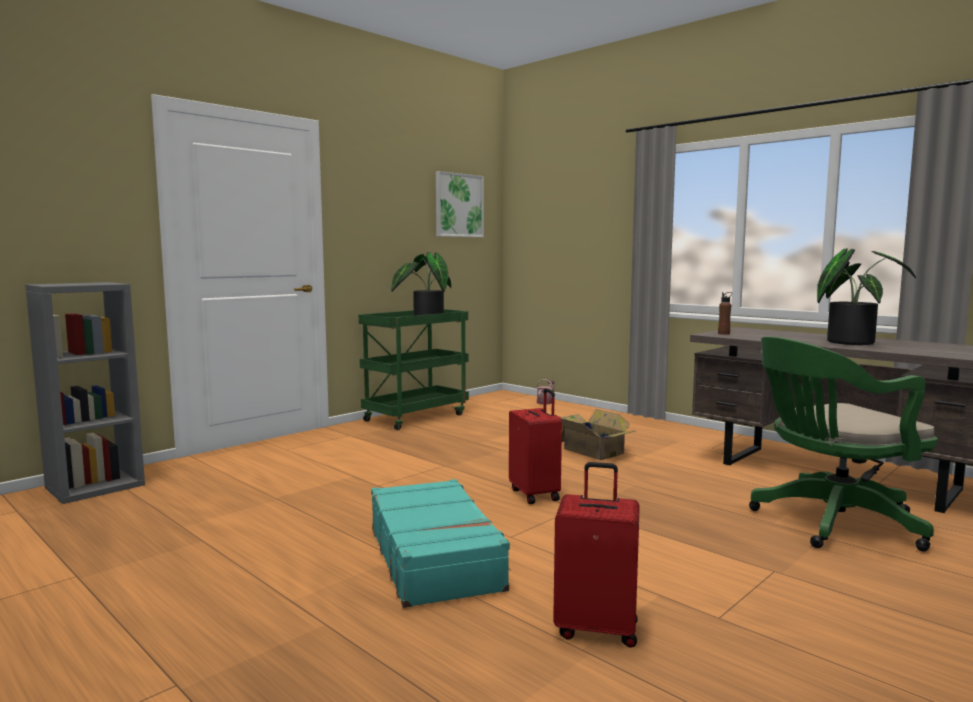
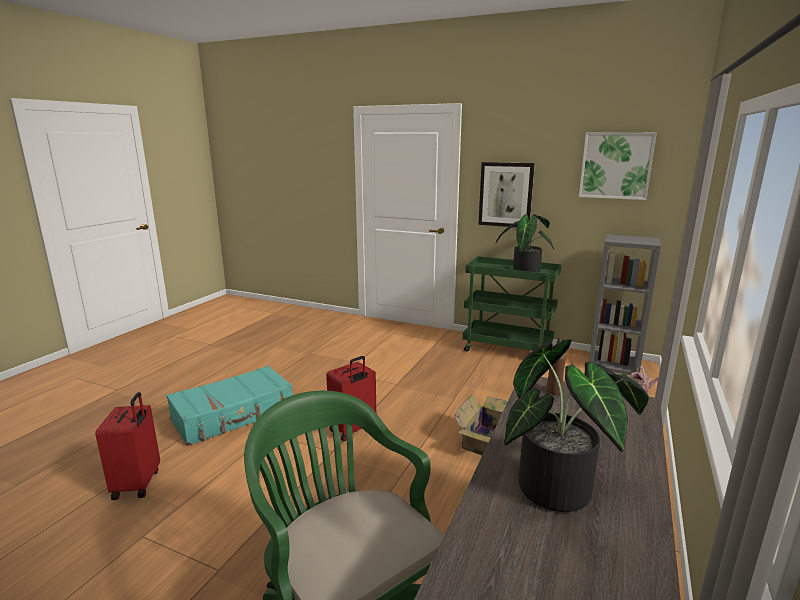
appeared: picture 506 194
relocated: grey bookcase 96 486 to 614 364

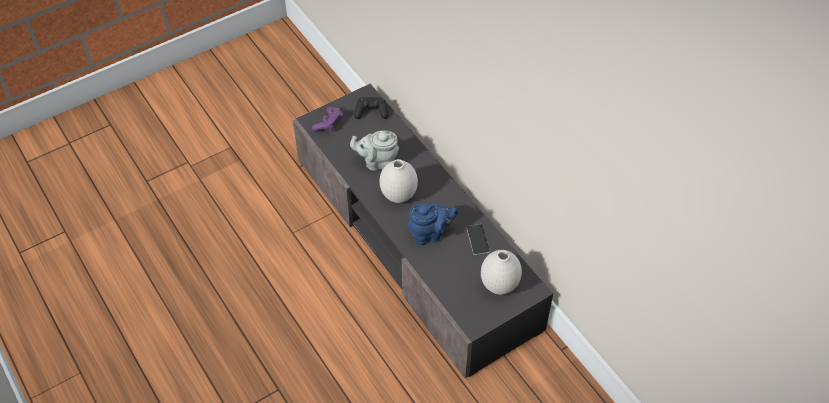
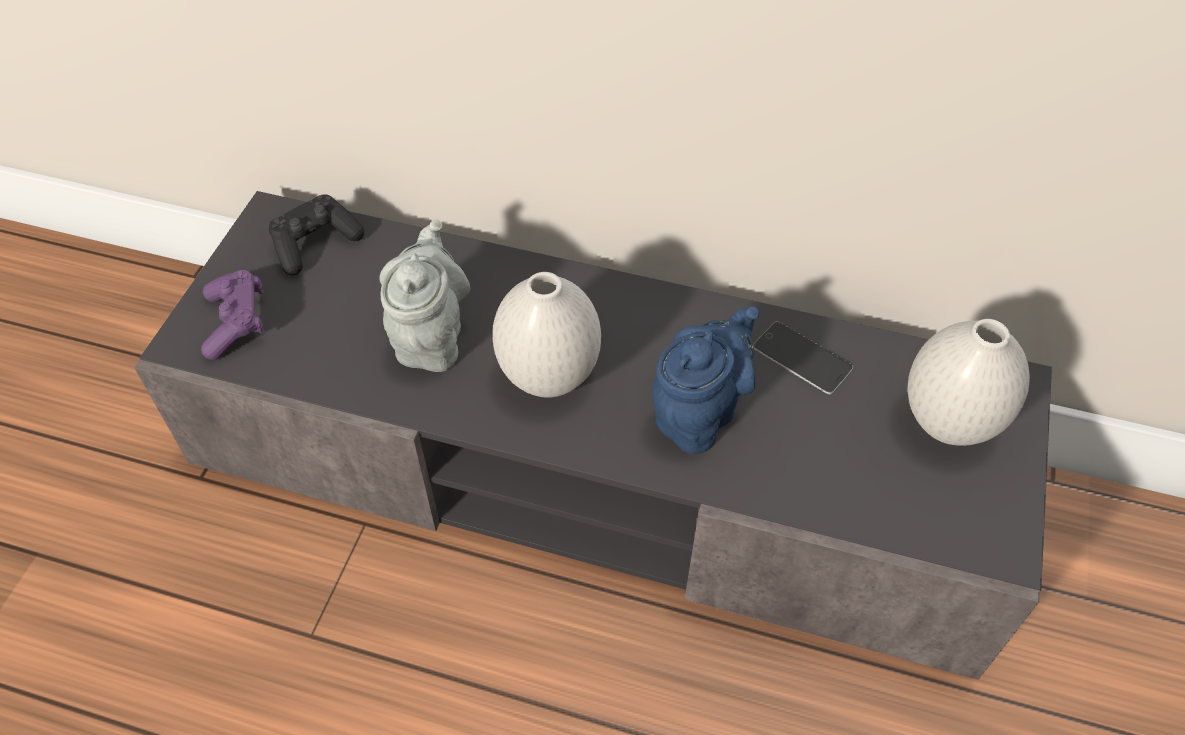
spun: grey teapot 377 162 = 431 336 135 degrees clockwise

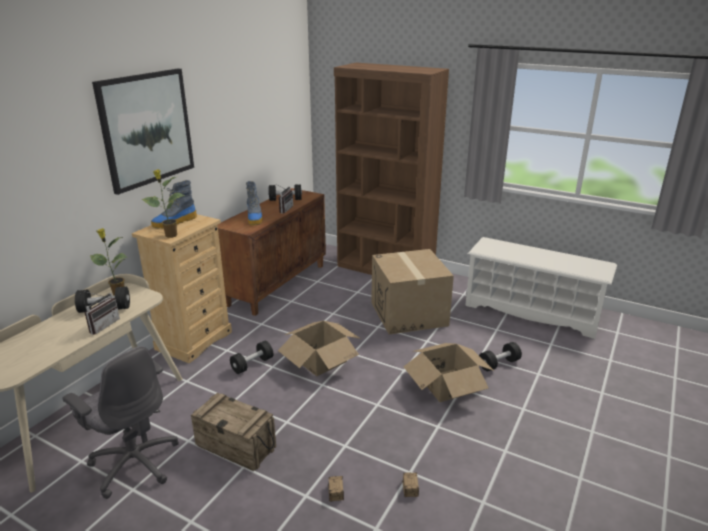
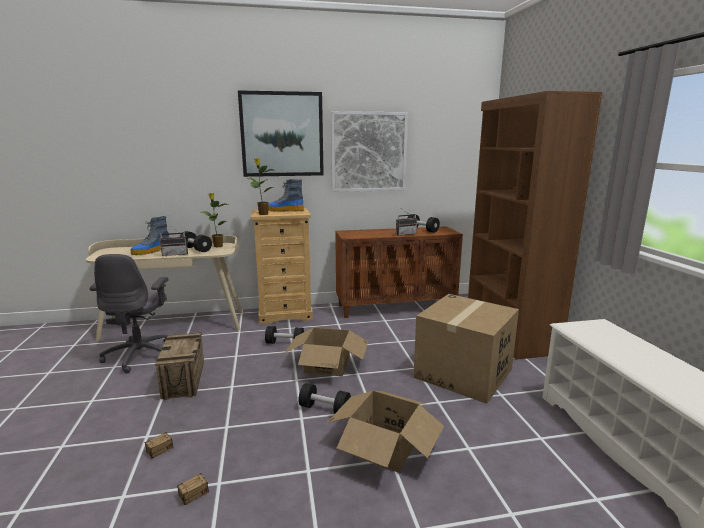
appeared: picture 368 152
relocated: boot 254 218 to 152 251; black dumbbell 499 364 to 325 409

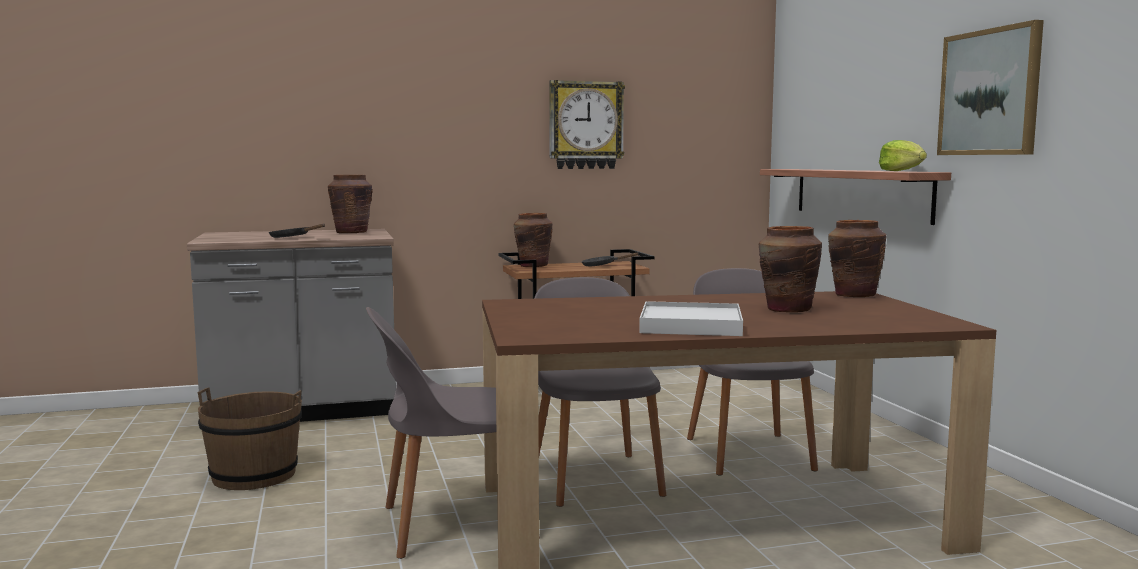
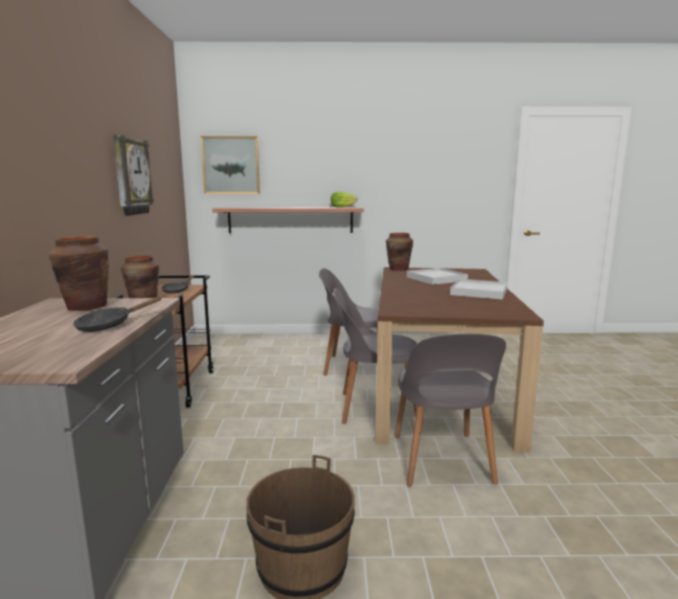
relocated: picture 990 92 to 231 165
exchanged: brown vase 788 309 to white tray 436 279

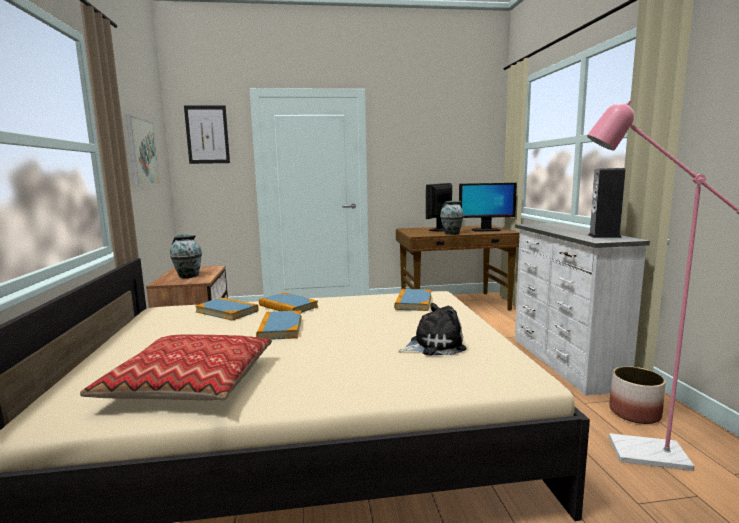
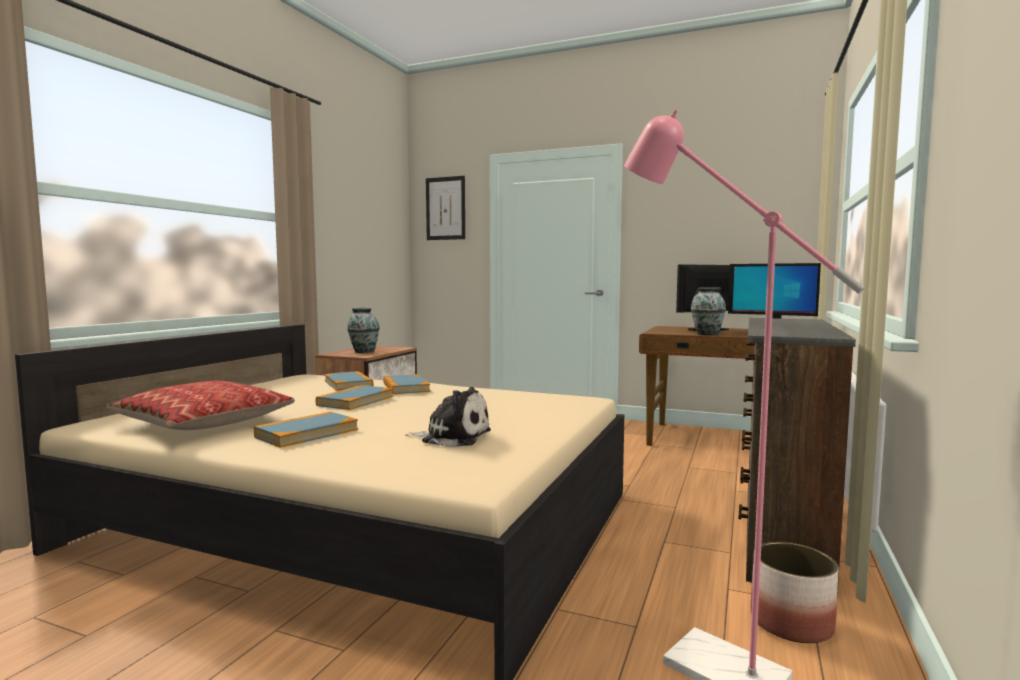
missing: picture 142 152; speaker 604 236
relocated: book 413 302 to 307 433
colour: white dresser 563 362 to brown dresser 780 537

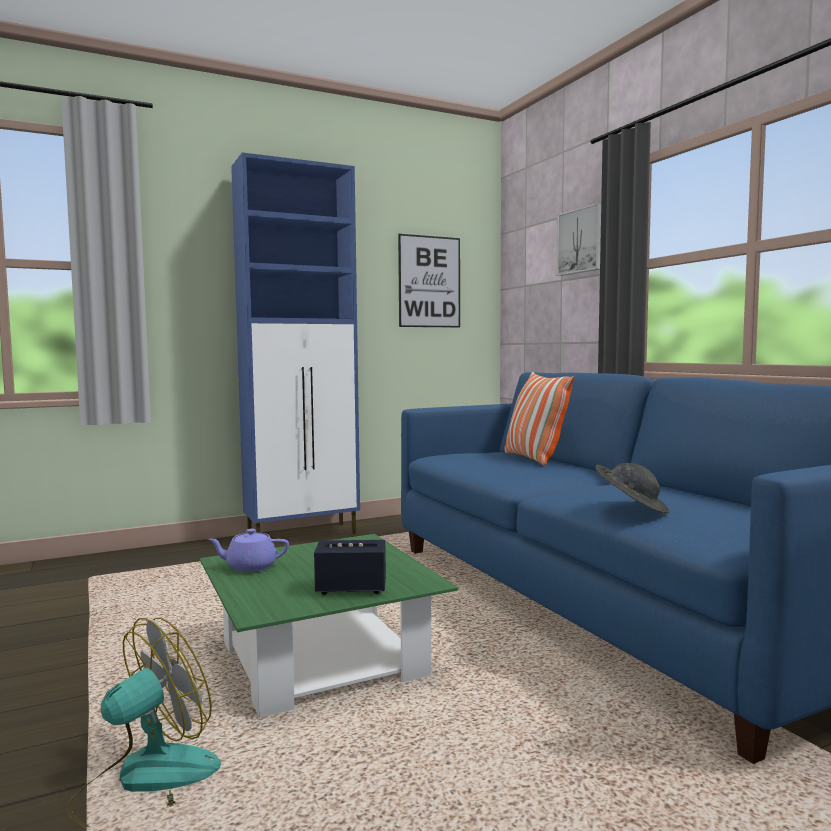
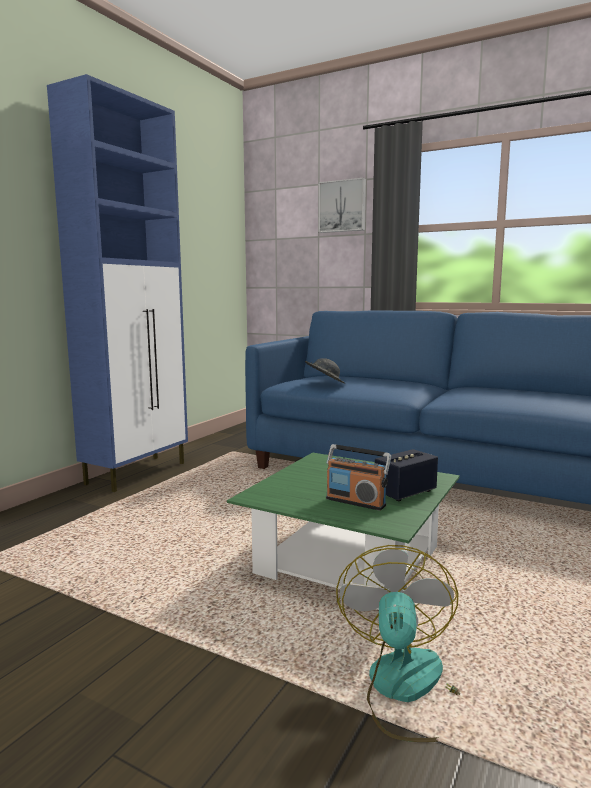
missing: purple teapot 250 567; picture 429 282; pillow 534 459
appeared: radio 356 502
relocated: grey hat 631 508 to 324 383

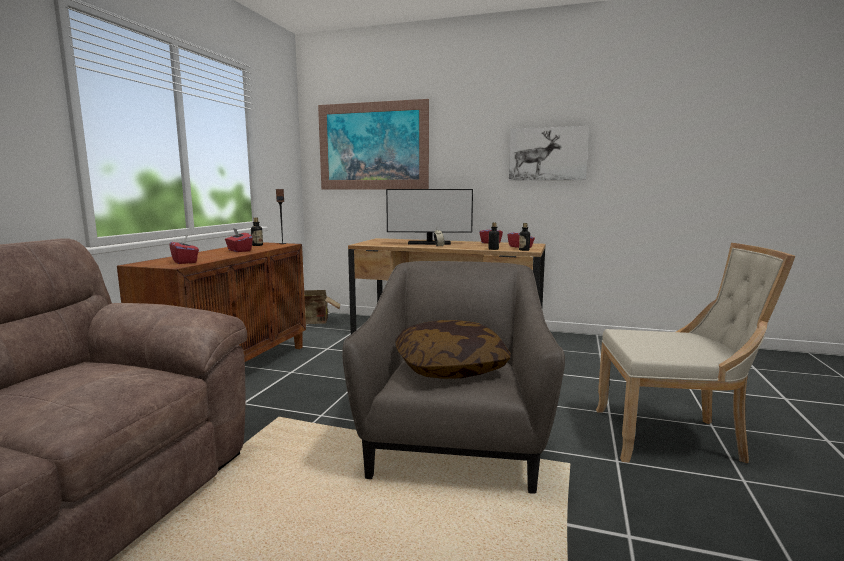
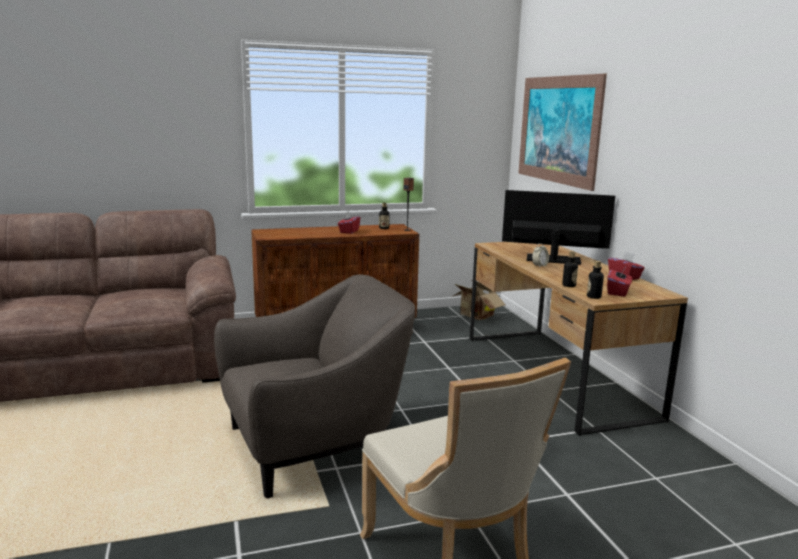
missing: red tissue box 185 262; pillow 450 367; picture 547 154
spun: monitor 429 243 = 553 260 135 degrees clockwise

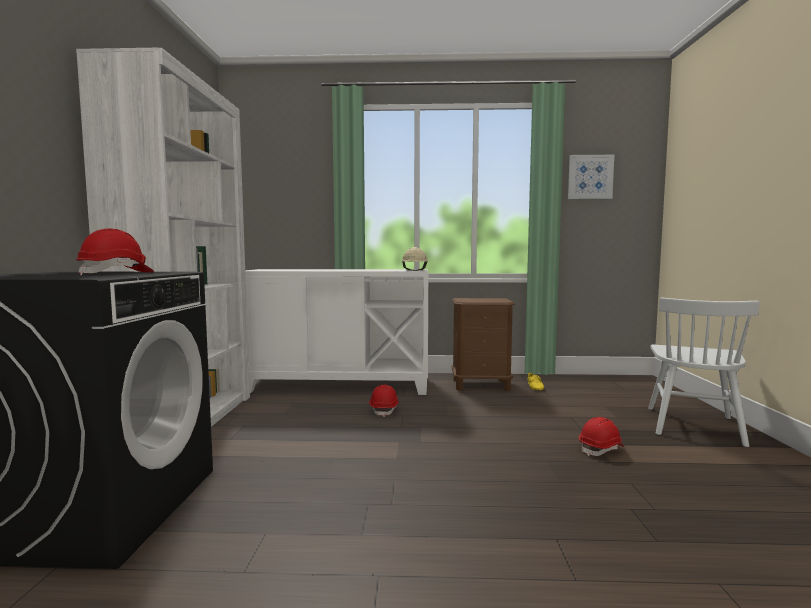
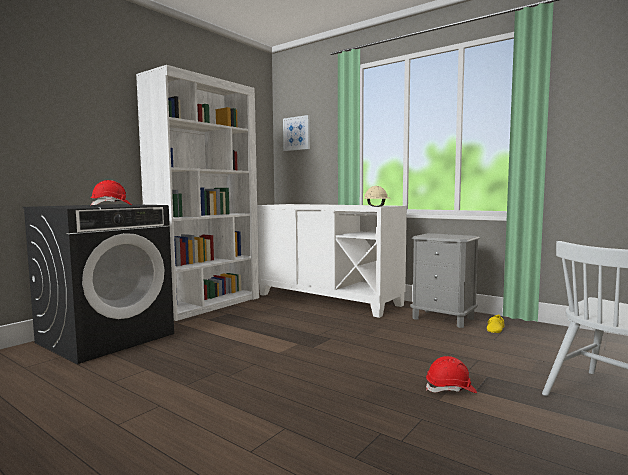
missing: red hard hat 384 410
relocated: picture 590 177 to 297 133
colour: brown nightstand 481 385 to grey nightstand 443 318

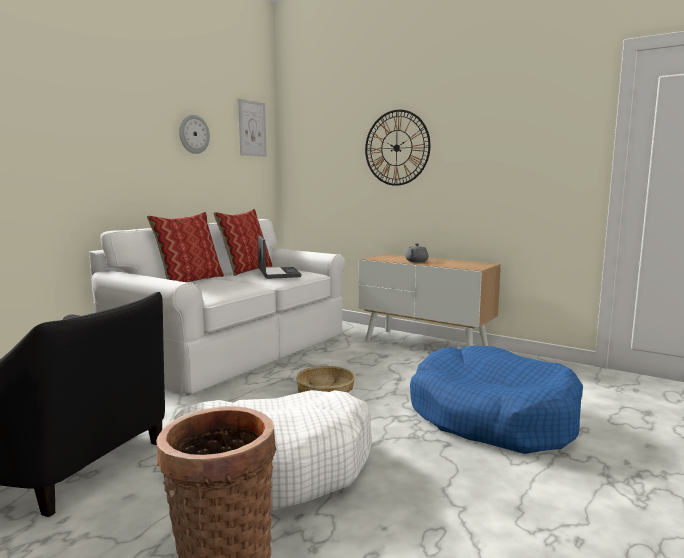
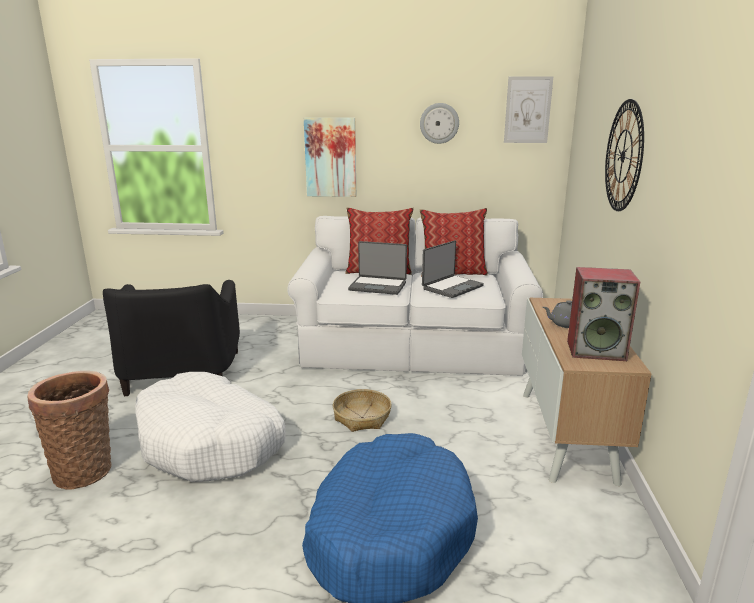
appeared: picture 330 157; laptop 378 286; speaker 596 350

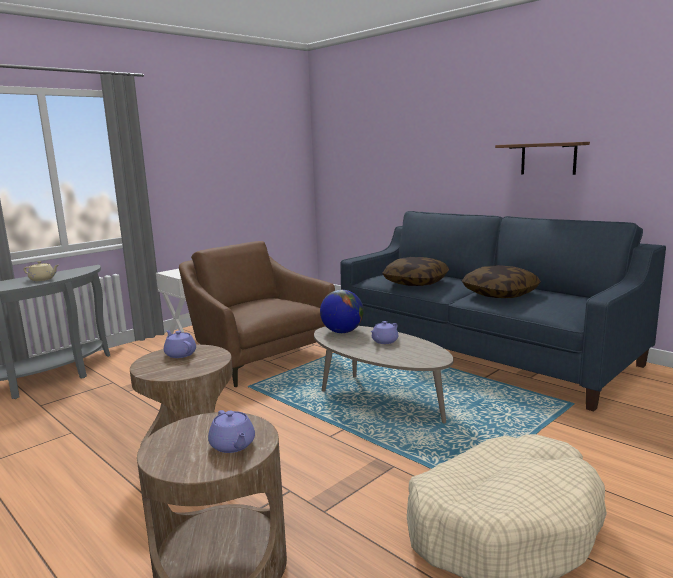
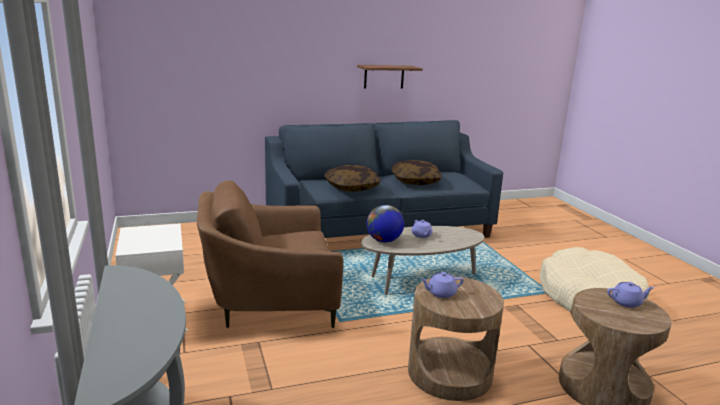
missing: beige teapot 43 279

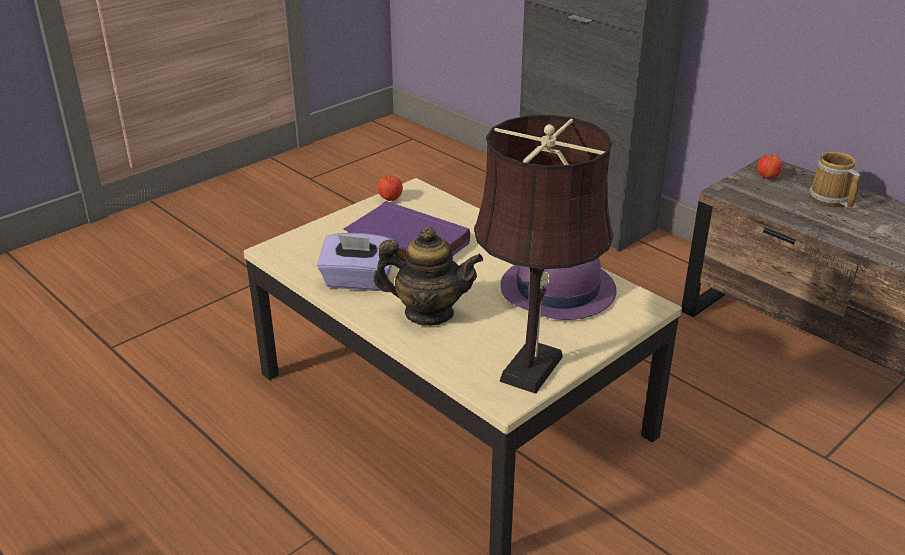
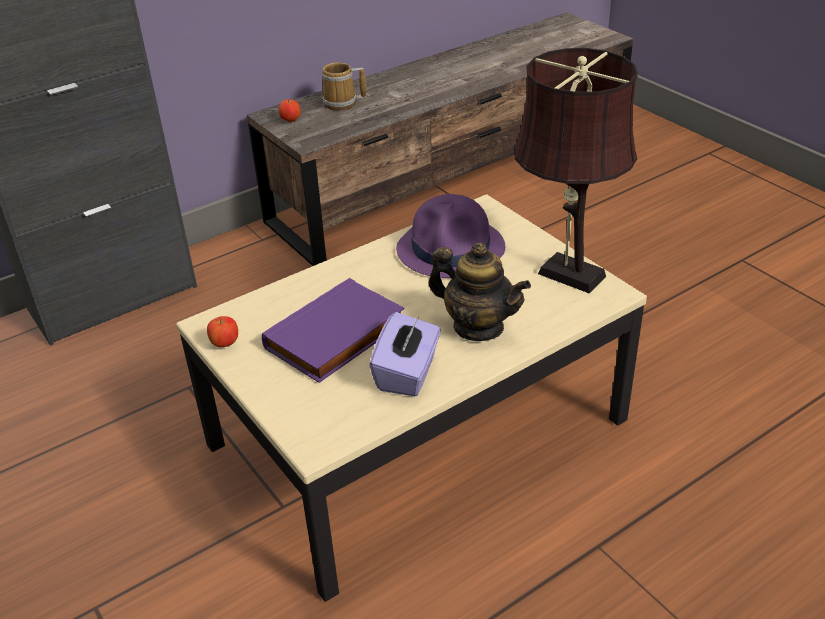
spun: teapot 428 313 = 478 327 105 degrees clockwise

